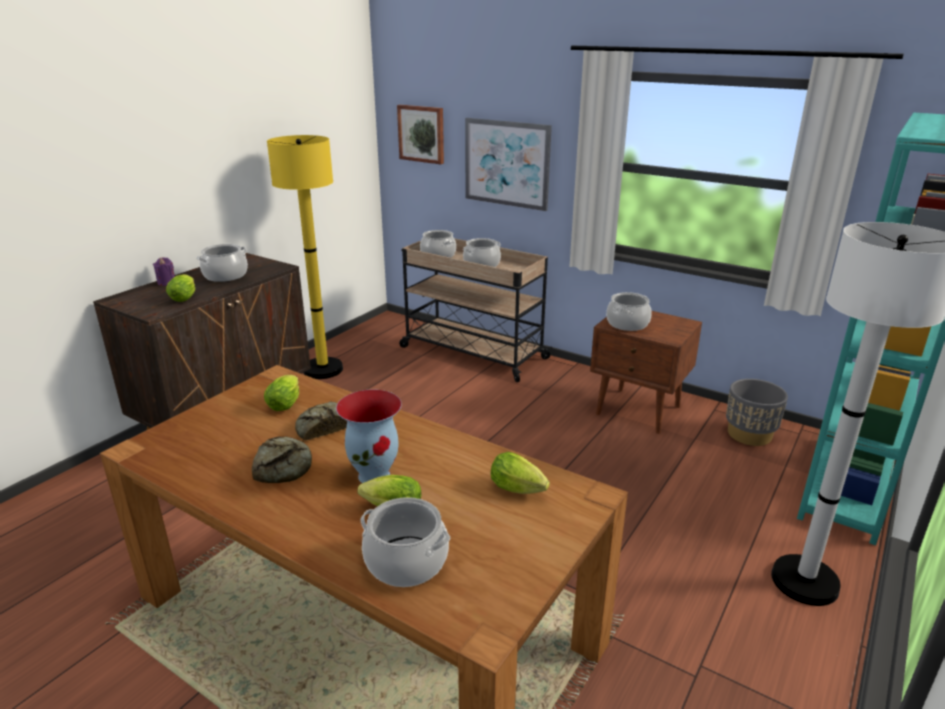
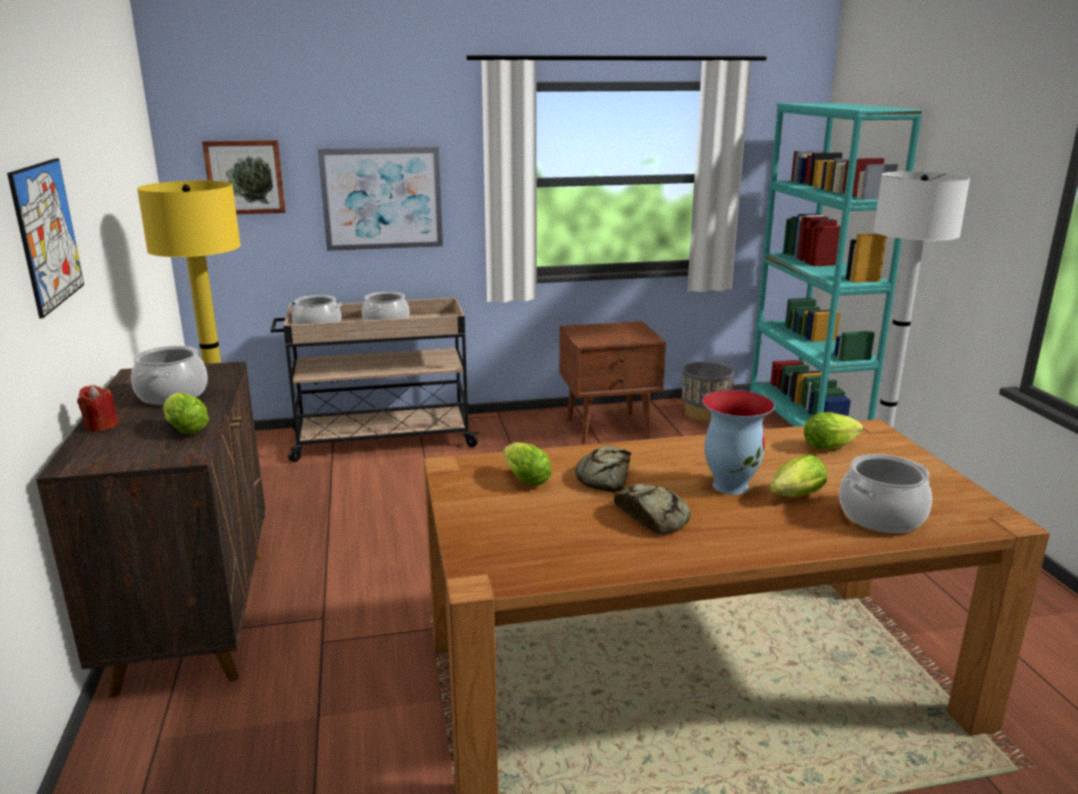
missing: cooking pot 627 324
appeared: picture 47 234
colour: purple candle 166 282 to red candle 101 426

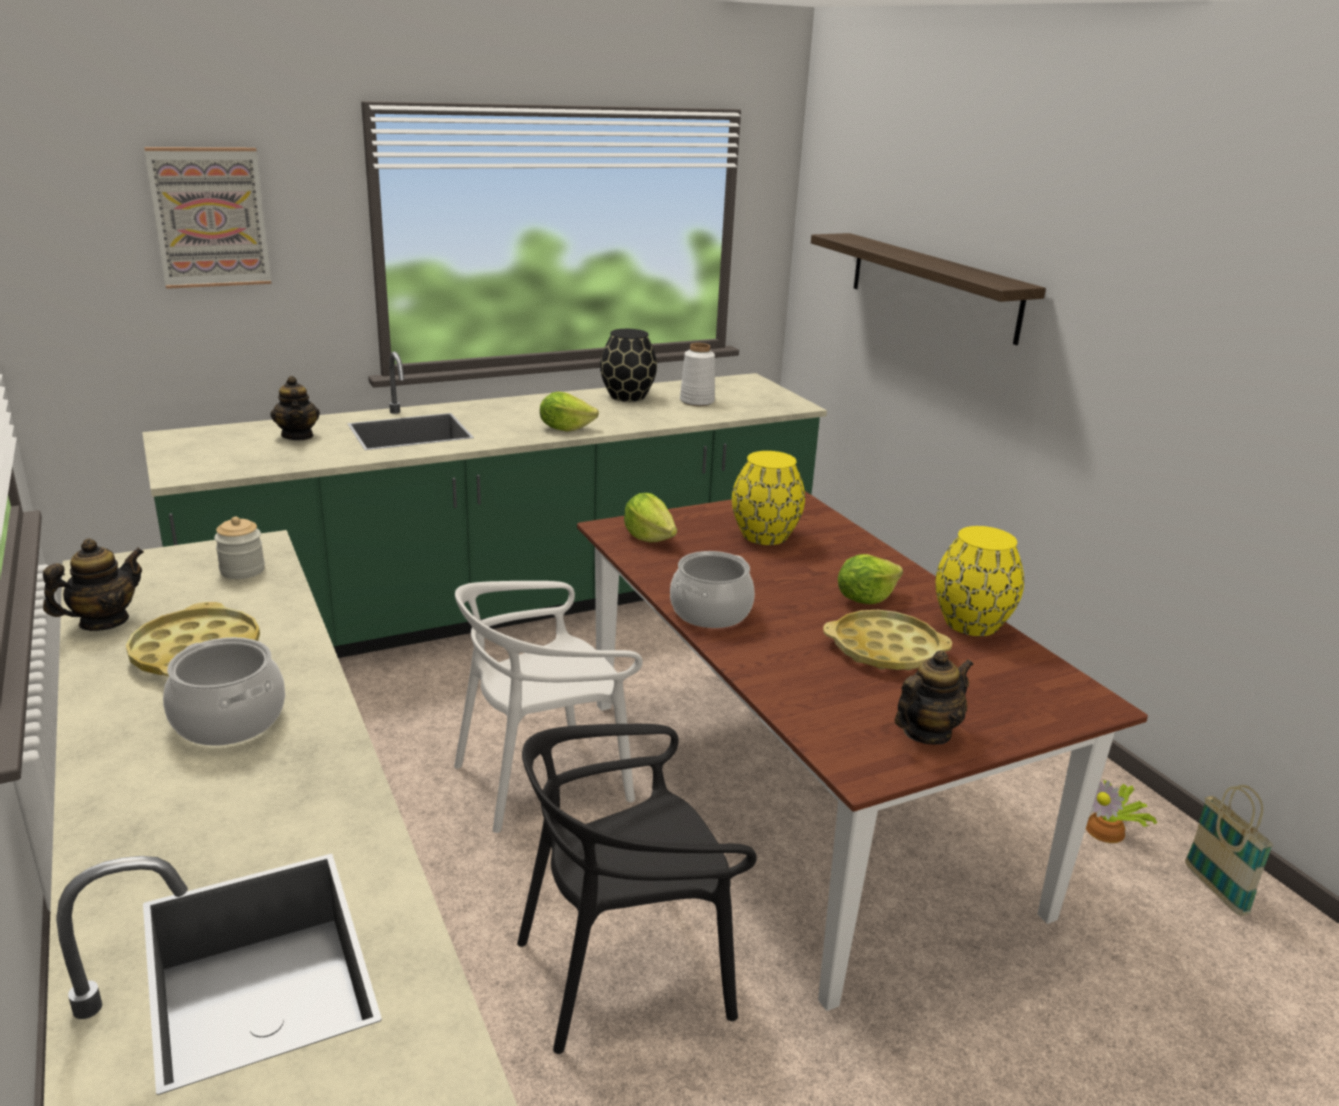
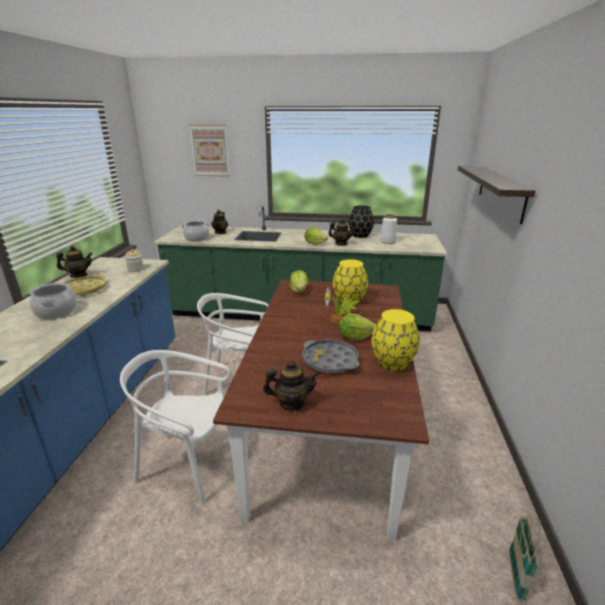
appeared: teapot 341 244
relocated: cooking pot 710 612 to 197 238; potted plant 1107 830 to 341 319
colour: black chair 624 971 to white chair 188 464; yellow tray 885 649 to grey tray 330 361

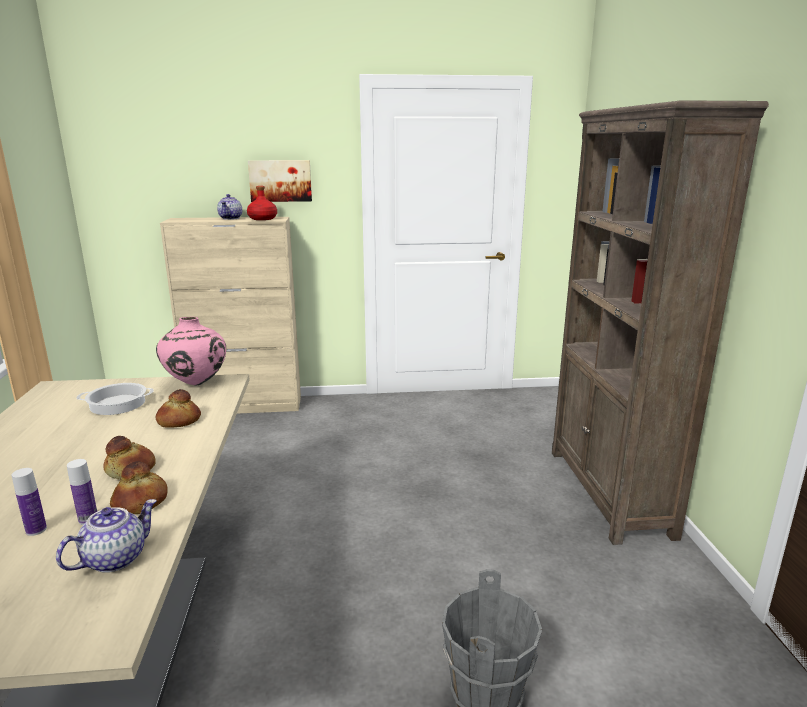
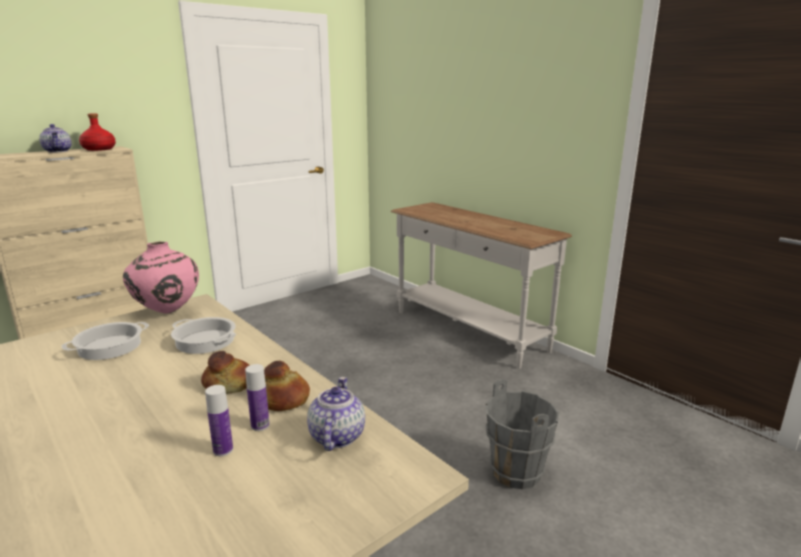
missing: picture 280 180
exchanged: bread 178 421 to cooking pot 206 341; brown bookcase 608 492 to white console table 468 331

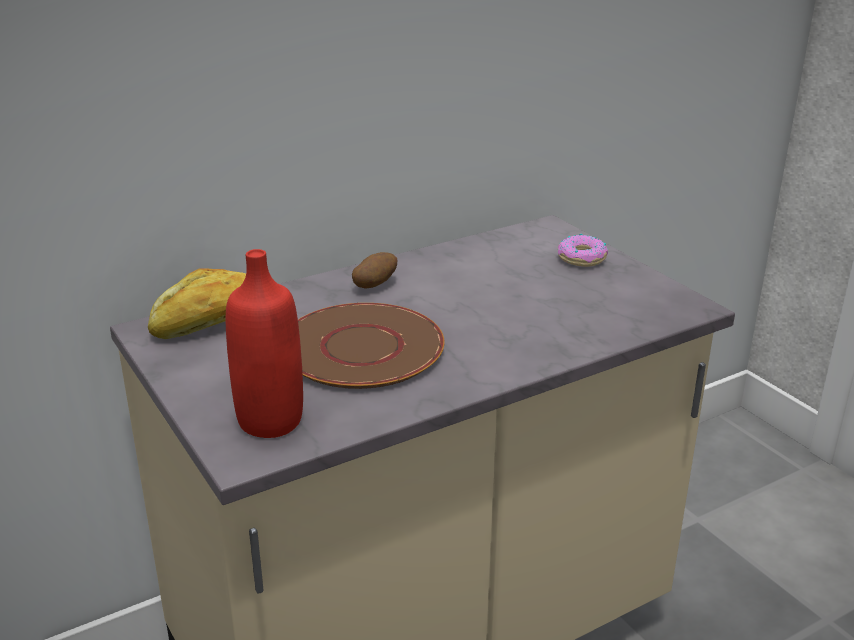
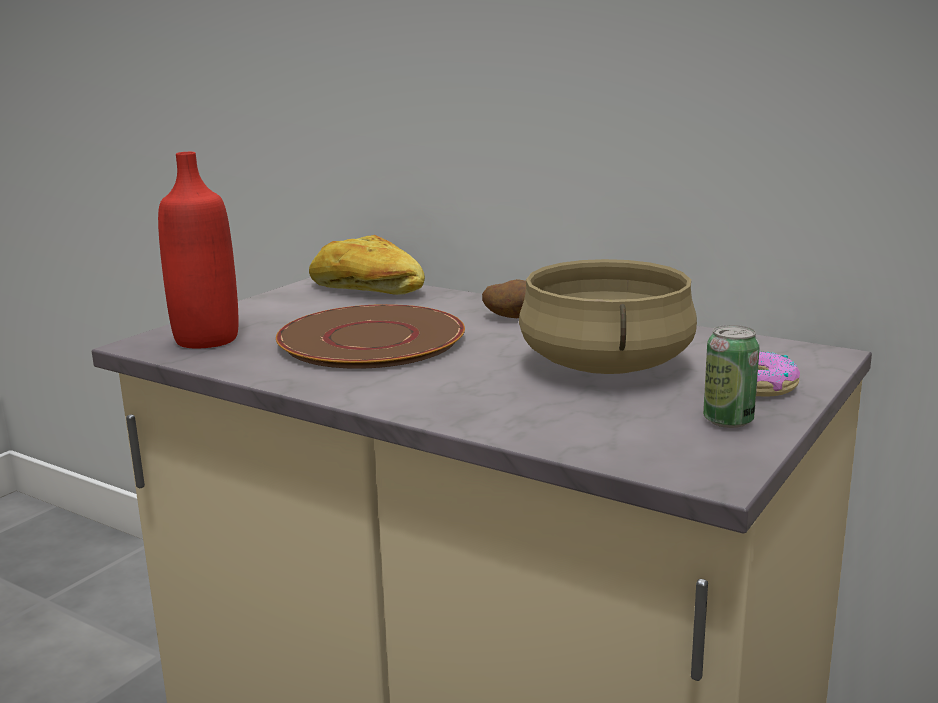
appeared: beige cooking pot 607 365; can 728 420

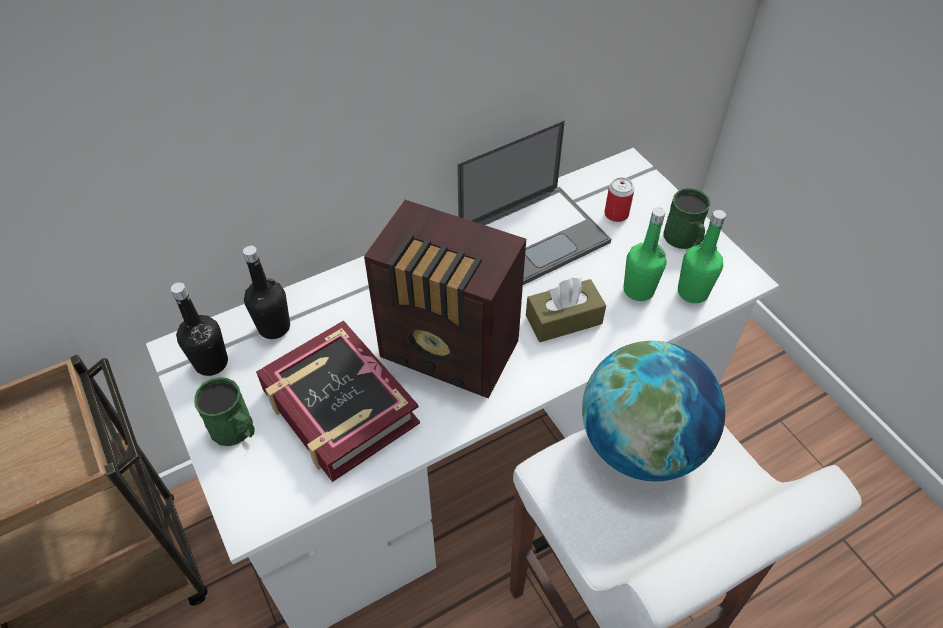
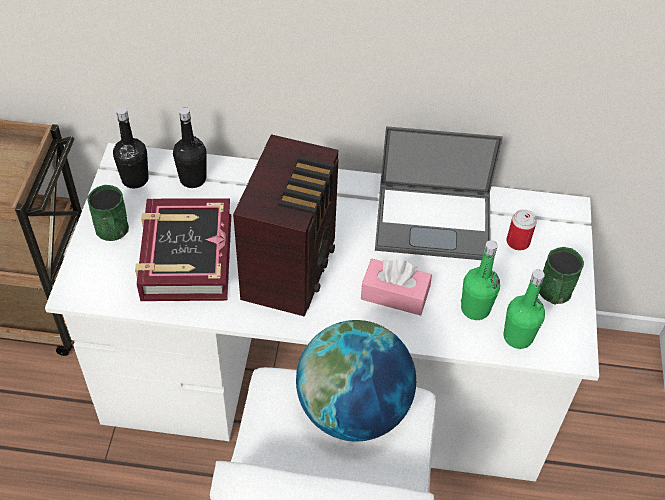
colour: brown tissue box 563 319 to pink tissue box 394 295
spun: radio 451 353 = 291 267 135 degrees counterclockwise

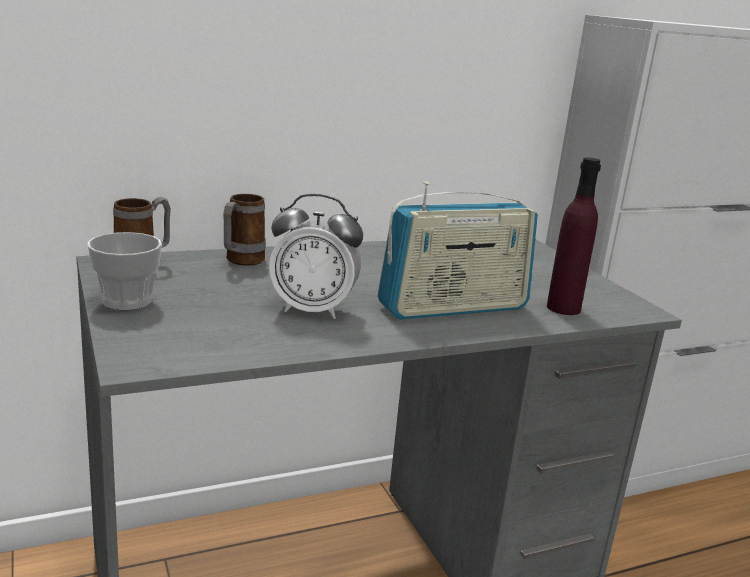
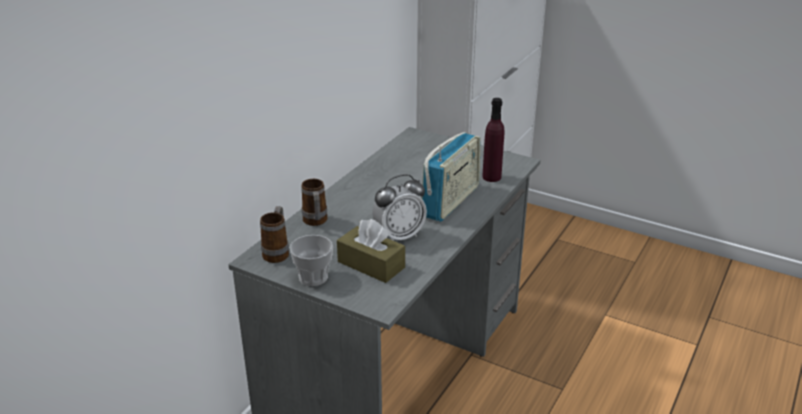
appeared: brown tissue box 371 264

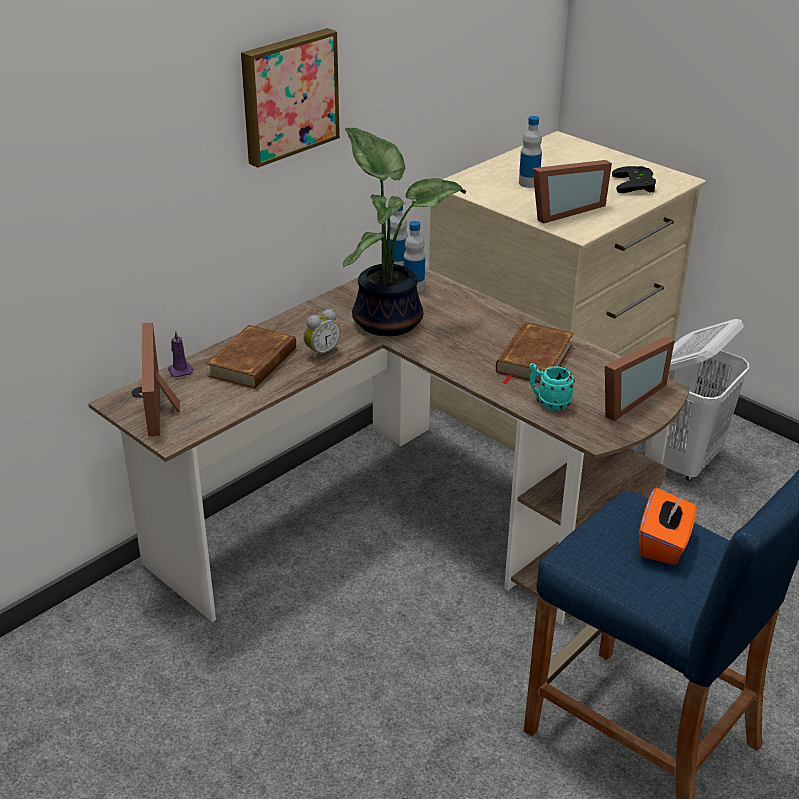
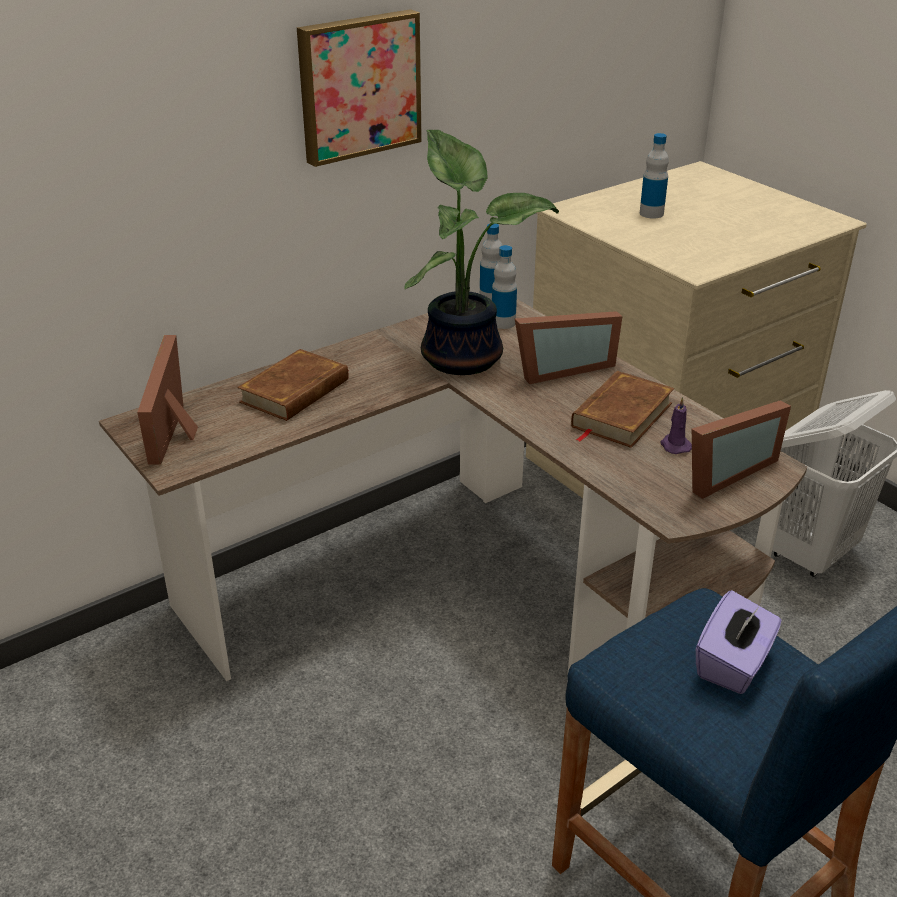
missing: alarm clock 321 352; turquoise mug 548 403; black game controller 637 184
relocated: purple candle 180 370 to 674 445; picture frame 563 210 to 560 368
colour: orange tissue box 664 544 to purple tissue box 733 664

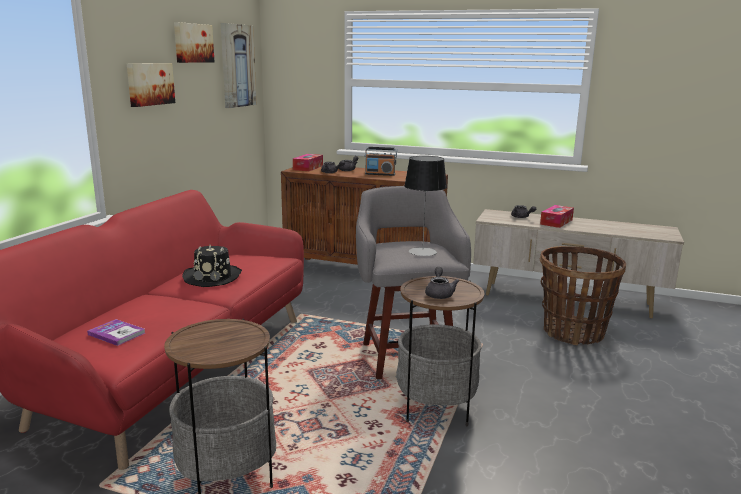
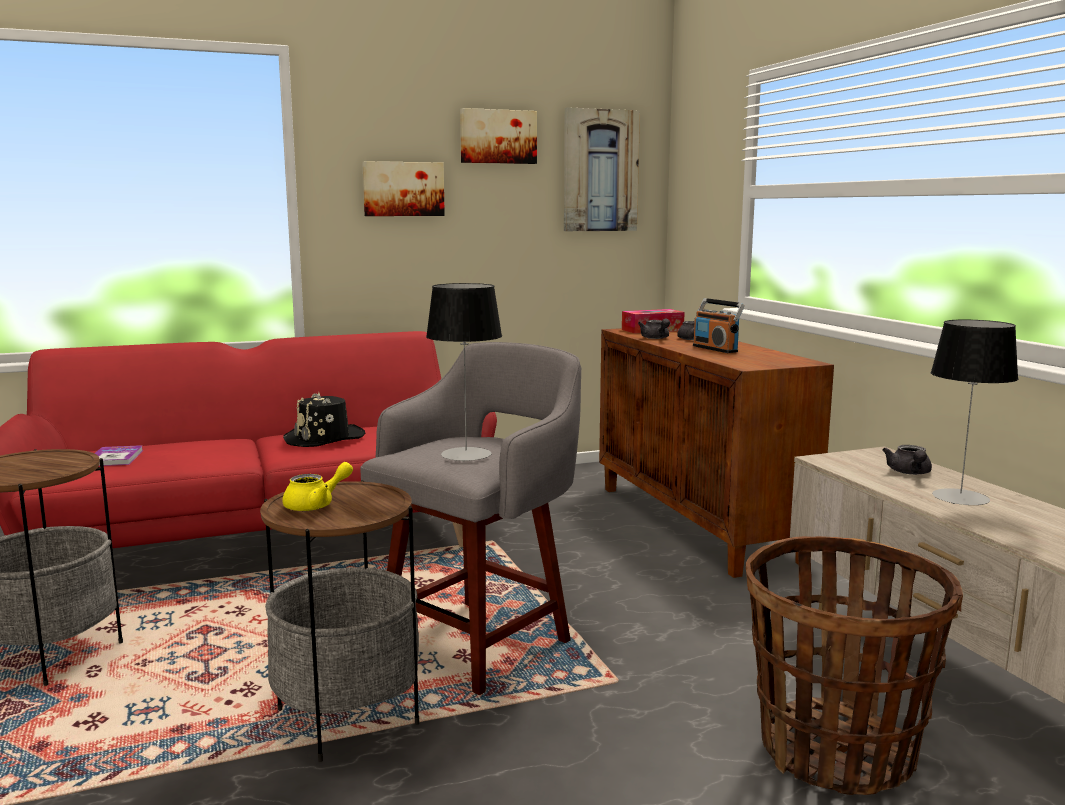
exchanged: tissue box 556 222 to table lamp 960 497
colour: grey teapot 439 293 to yellow teapot 316 505

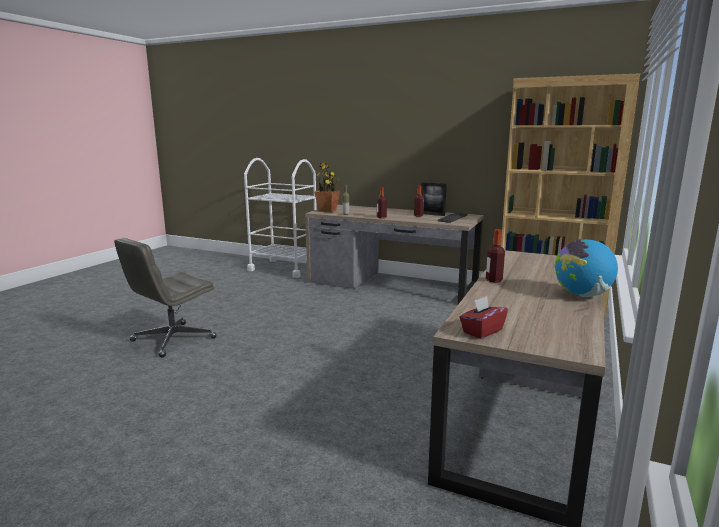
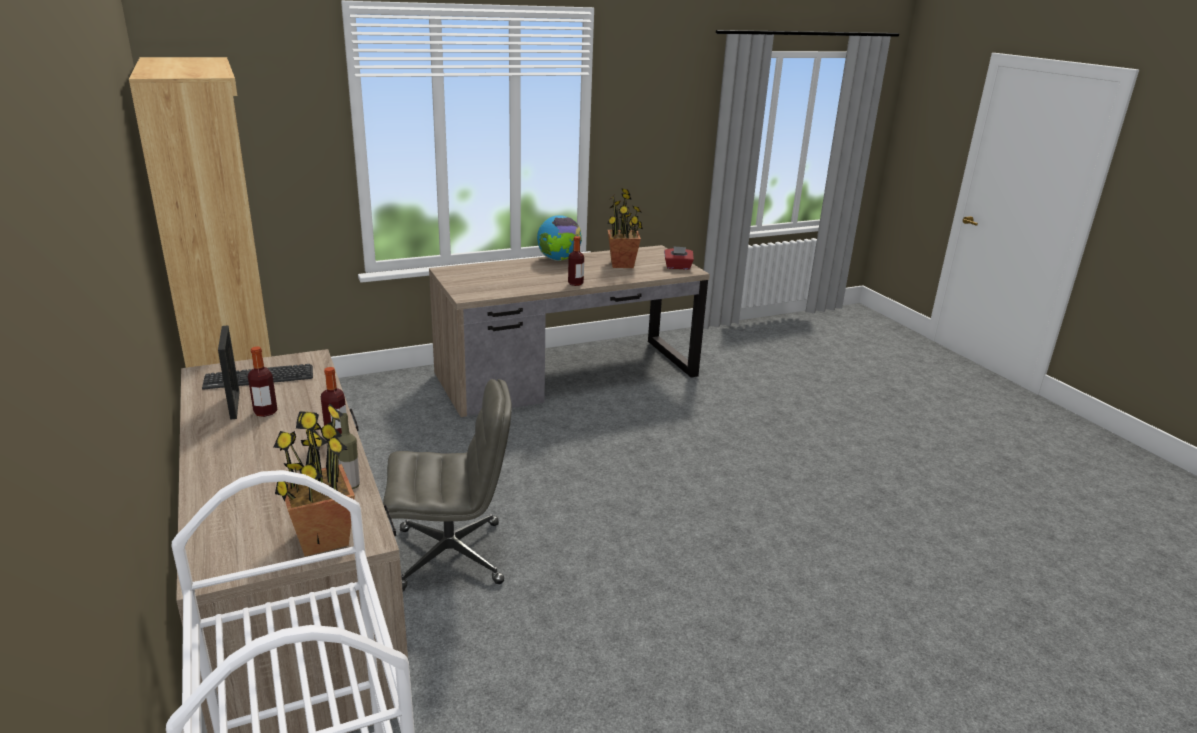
appeared: potted plant 622 264
relocated: grey office chair 172 340 to 452 555

